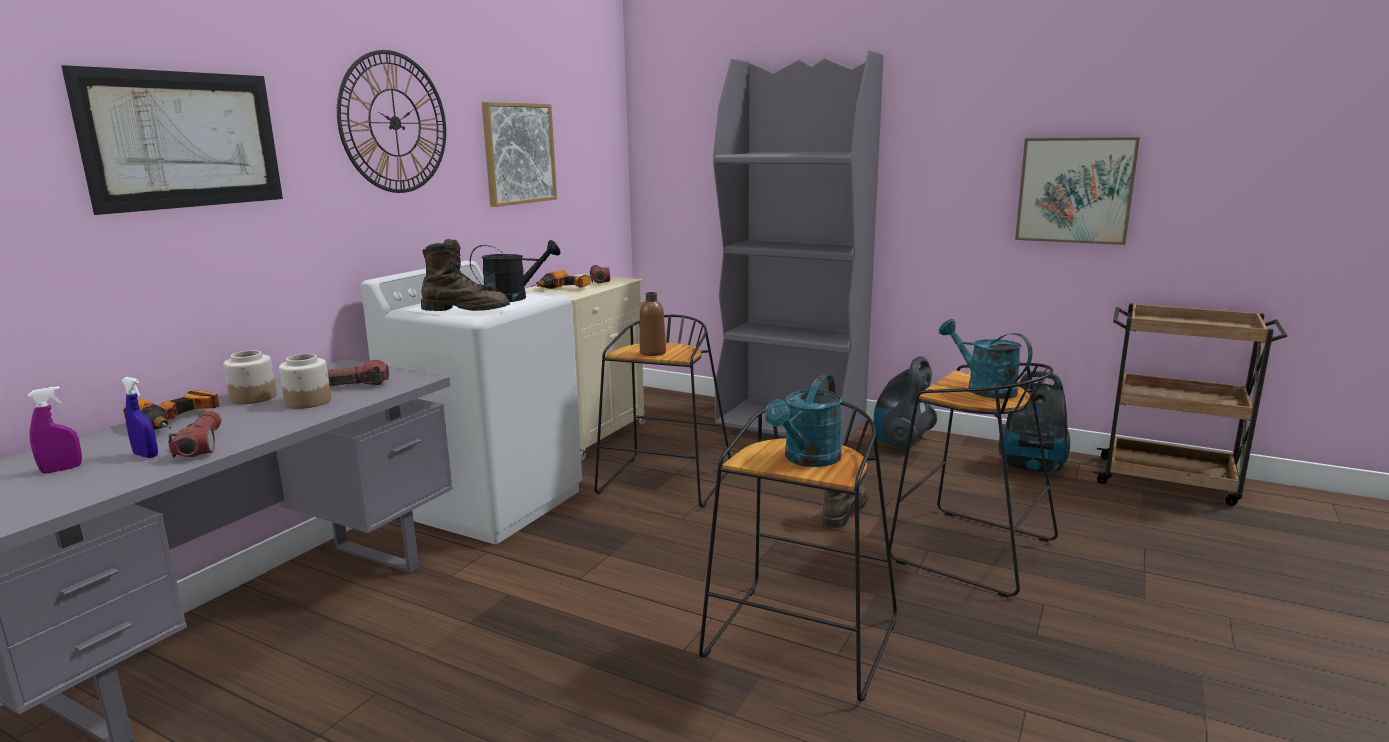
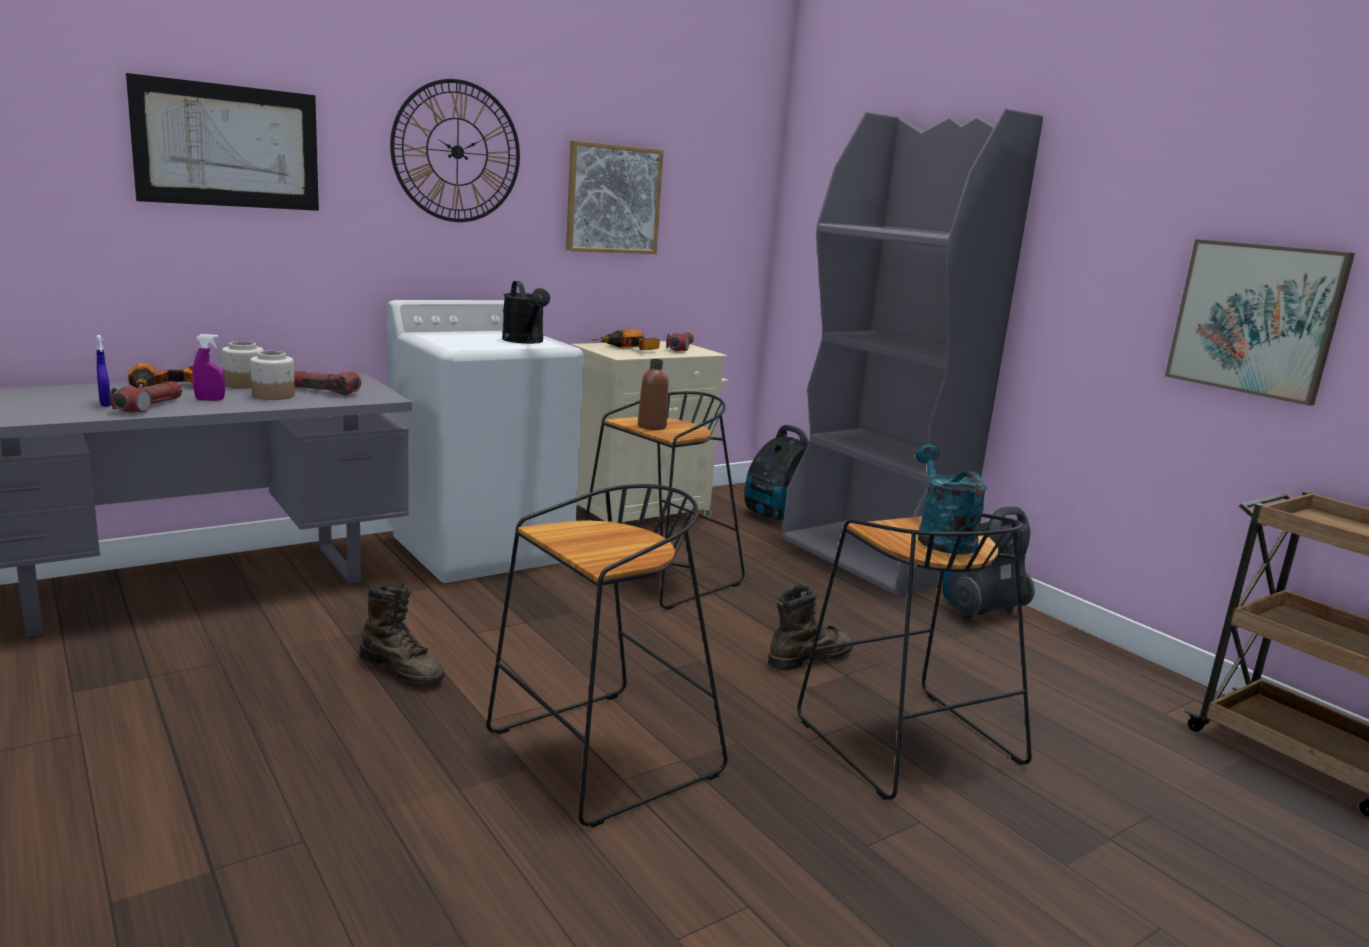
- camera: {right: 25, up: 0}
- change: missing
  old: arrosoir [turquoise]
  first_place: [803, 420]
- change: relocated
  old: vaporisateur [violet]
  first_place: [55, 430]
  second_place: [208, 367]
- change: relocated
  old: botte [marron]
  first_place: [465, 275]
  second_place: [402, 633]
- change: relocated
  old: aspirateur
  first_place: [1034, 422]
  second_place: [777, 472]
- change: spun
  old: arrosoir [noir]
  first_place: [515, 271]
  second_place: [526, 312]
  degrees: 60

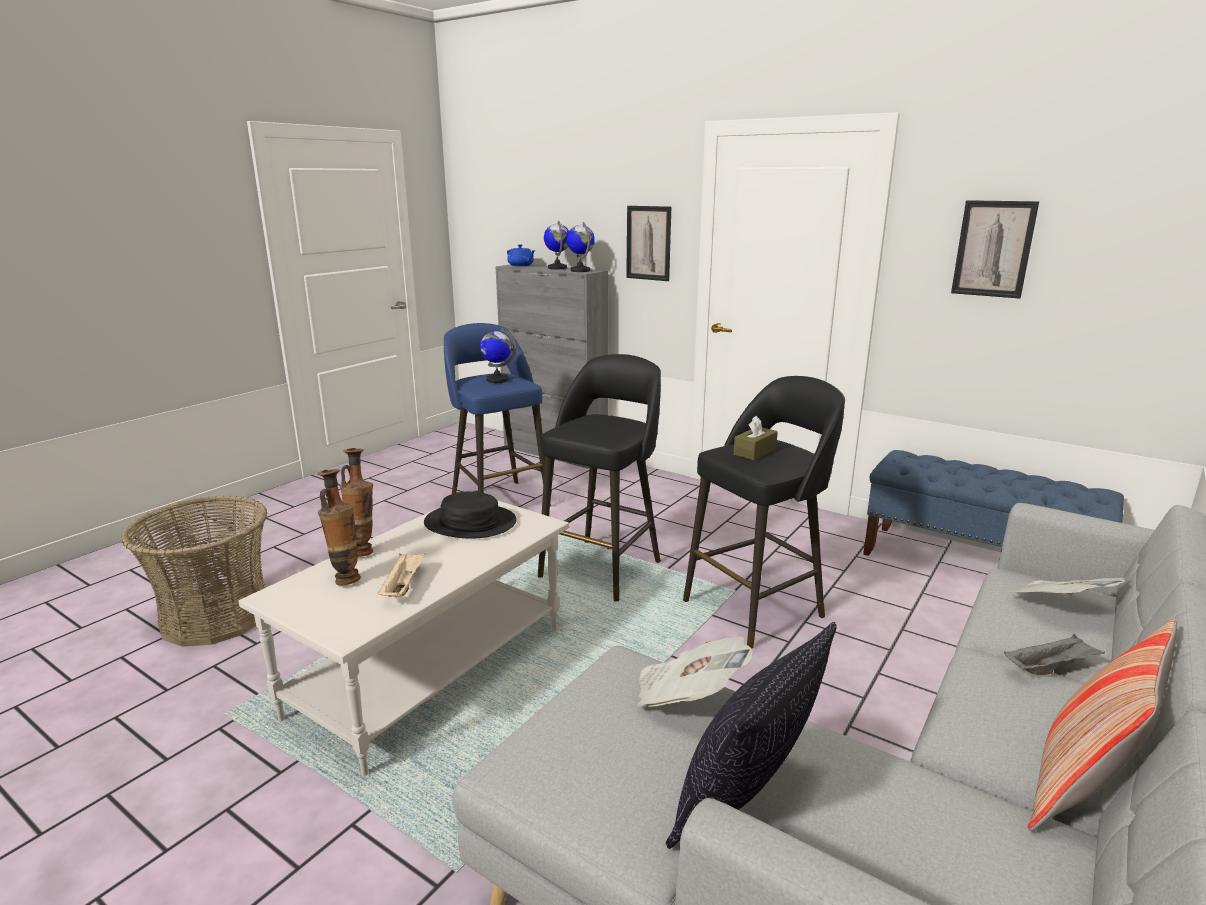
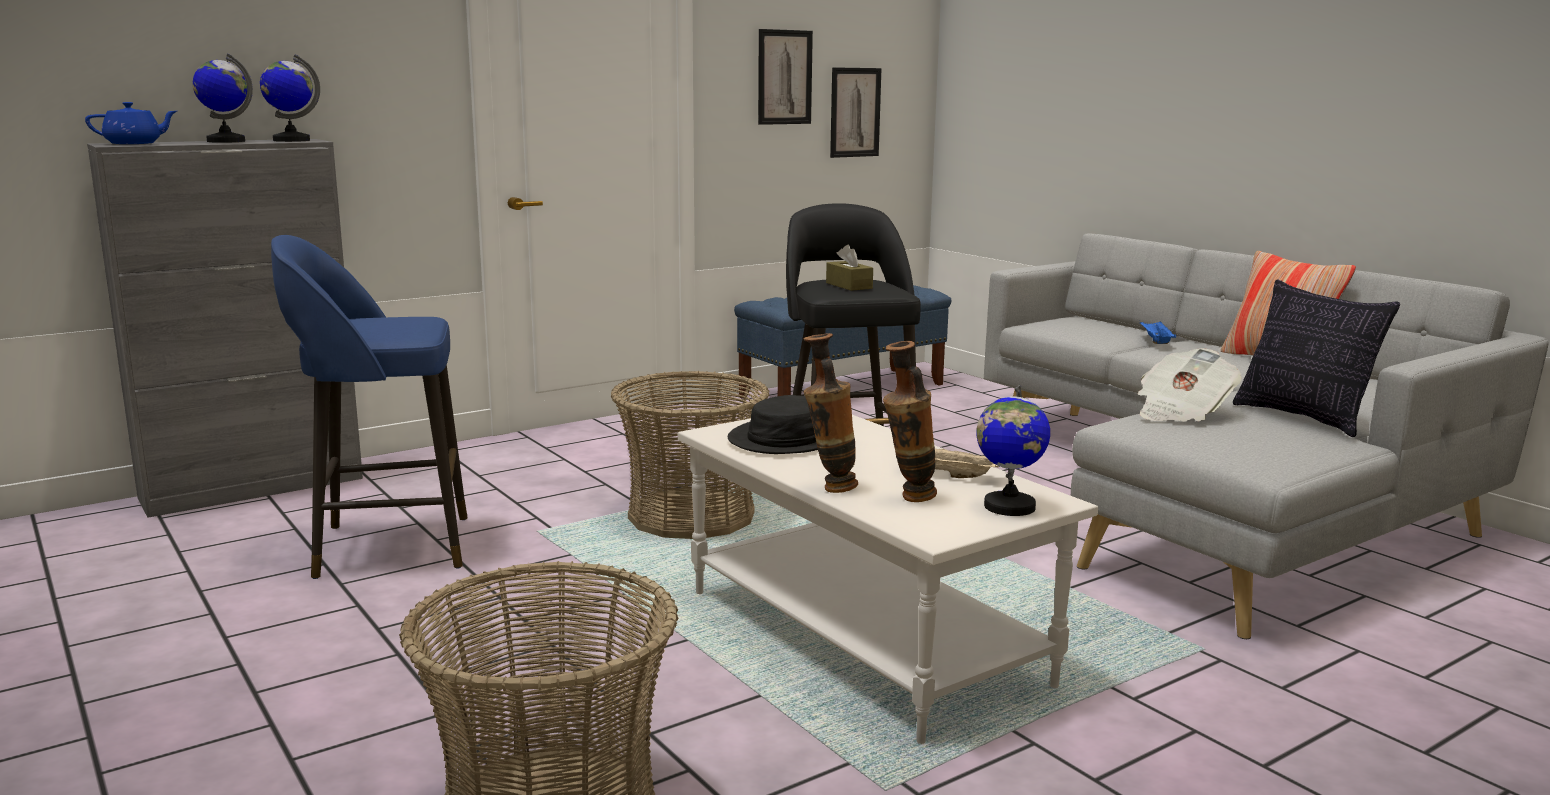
- camera: {right: -70, up: -5}
- change: missing
  old: journal
  first_place: [1068, 586]
- change: relocated
  old: globe
  first_place: [498, 355]
  second_place: [1013, 450]
- change: relocated
  old: tableau
  first_place: [648, 243]
  second_place: [856, 112]
- change: exchanged
  old: tabouret [noir]
  new: panier
  first_place: [599, 478]
  second_place: [690, 454]
- change: colour
  old: plateau [gris]
  new: plateau [bleu]
  first_place: [1054, 654]
  second_place: [1158, 332]

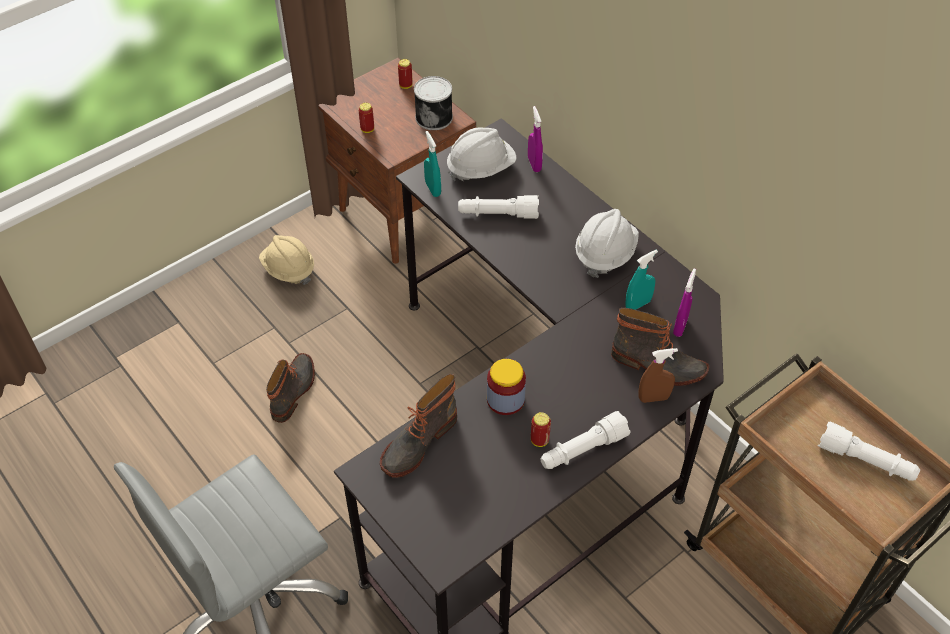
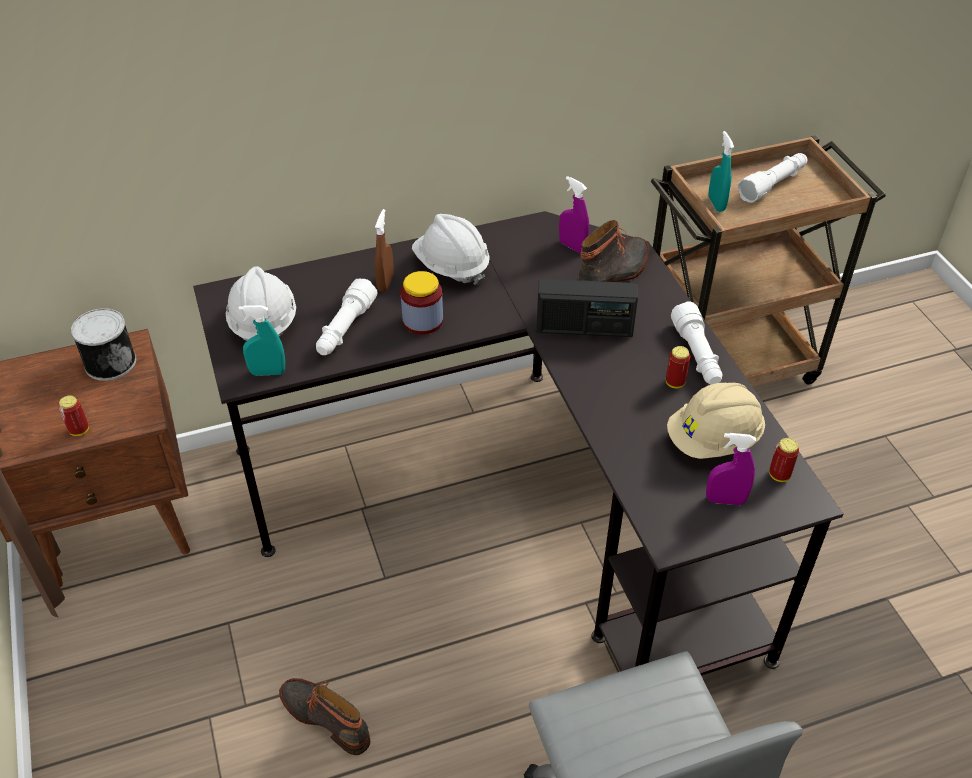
- camera: {right: -70, up: -5}
- change: missing
  old: botte
  first_place: [418, 426]
- change: appeared
  new: radio
  second_place: [587, 308]
- change: relocated
  old: casque de chantier [beige]
  first_place: [286, 260]
  second_place: [716, 421]
- change: relocated
  old: boîte métallique
  first_place: [405, 74]
  second_place: [784, 460]
- change: relocated
  old: bocal
  first_place: [506, 387]
  second_place: [422, 303]
- change: relocated
  old: vaporisateur [violet]
  first_place: [535, 139]
  second_place: [731, 469]
- change: relocated
  old: vaporisateur [turquoise]
  first_place: [641, 280]
  second_place: [721, 171]
- change: relocated
  old: vaporisateur [marron]
  first_place: [658, 375]
  second_place: [384, 250]

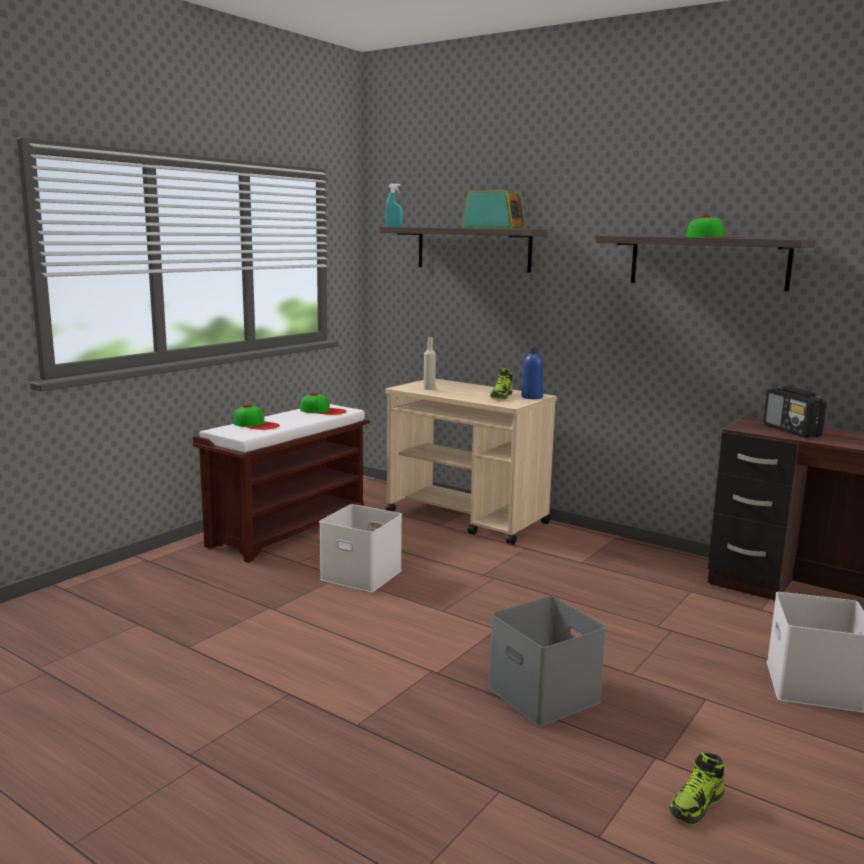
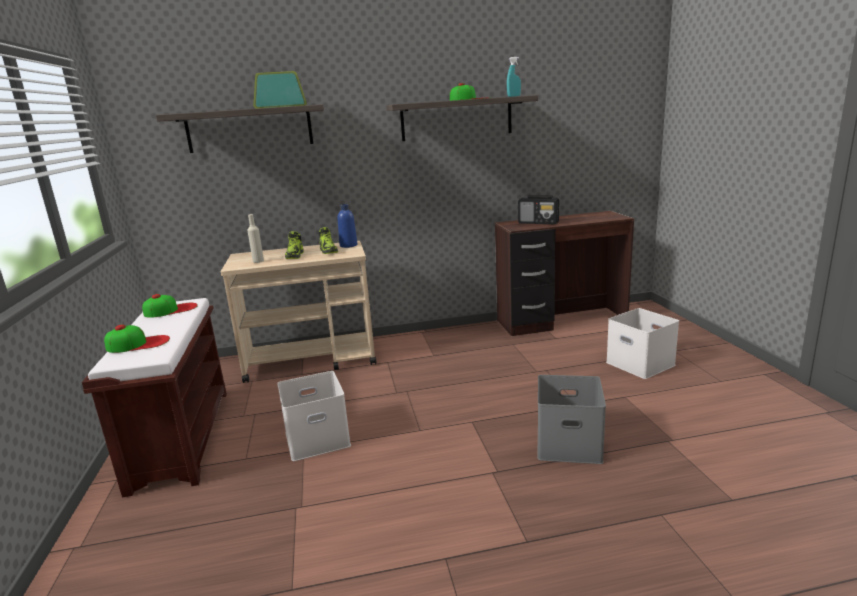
- camera: {right: -45, up: 5}
- change: relocated
  old: vaporisateur [turquoise]
  first_place: [394, 205]
  second_place: [514, 77]
- change: relocated
  old: chaussure
  first_place: [697, 788]
  second_place: [294, 245]

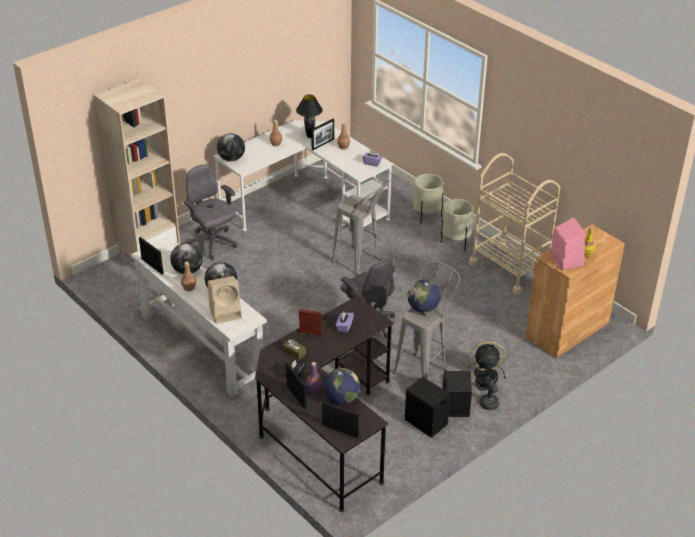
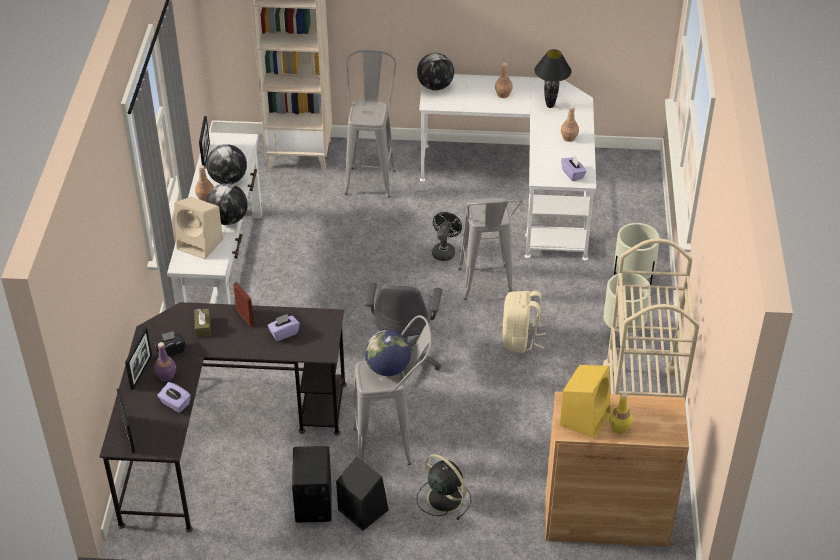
- camera: {right: 45, up: 5}
- change: missing
  old: cadre photo
  first_place: [322, 134]
- change: appeared
  new: sac à dos [beige]
  second_place: [524, 322]
- change: relocated
  old: ventilateur [noir]
  first_place: [487, 389]
  second_place: [447, 236]
- change: exchanged
  old: chaise de bureau [gris]
  new: tabouret [gris]
  first_place: [210, 212]
  second_place: [371, 124]
- change: exchanged
  old: globe
  new: boîte à mouchoirs [violet]
  first_place: [342, 386]
  second_place: [174, 397]
- change: colour
  old: enceinte [rose]
  new: enceinte [jaune]
  first_place: [567, 243]
  second_place: [585, 402]

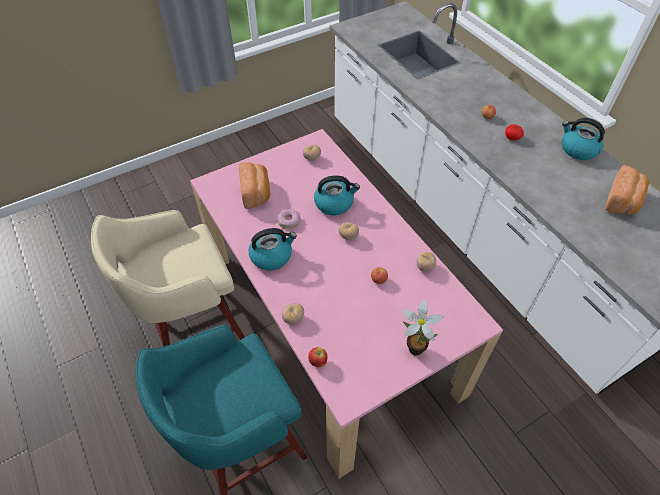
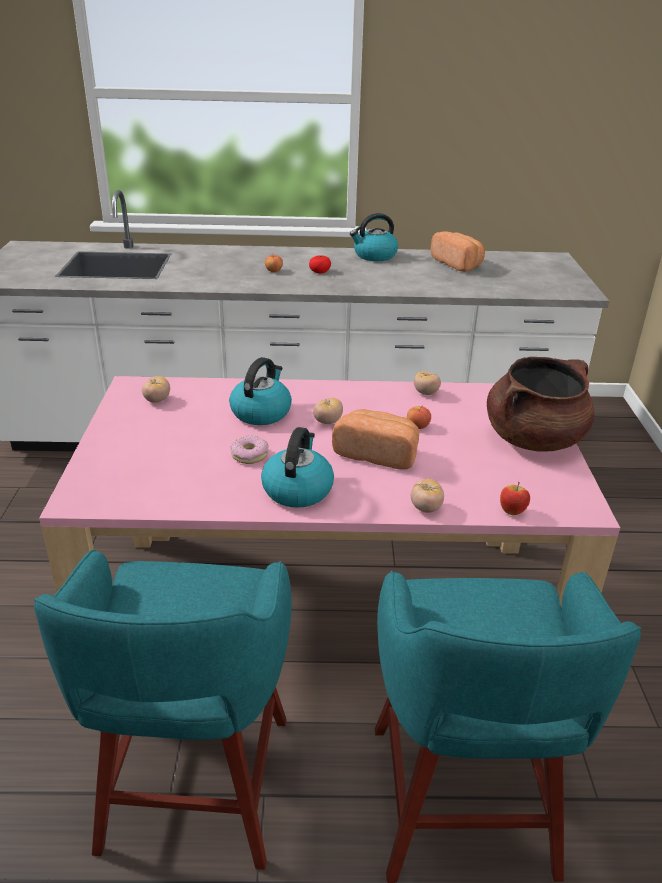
- camera: {right: -60, up: -20}
- change: relocated
  old: pain
  first_place: [254, 185]
  second_place: [375, 439]
- change: exchanged
  old: plante en pot
  new: marmite [marron]
  first_place: [422, 328]
  second_place: [540, 404]
- change: colour
  old: tabouret [beige]
  new: tabouret [turquoise]
  first_place: [168, 278]
  second_place: [163, 709]

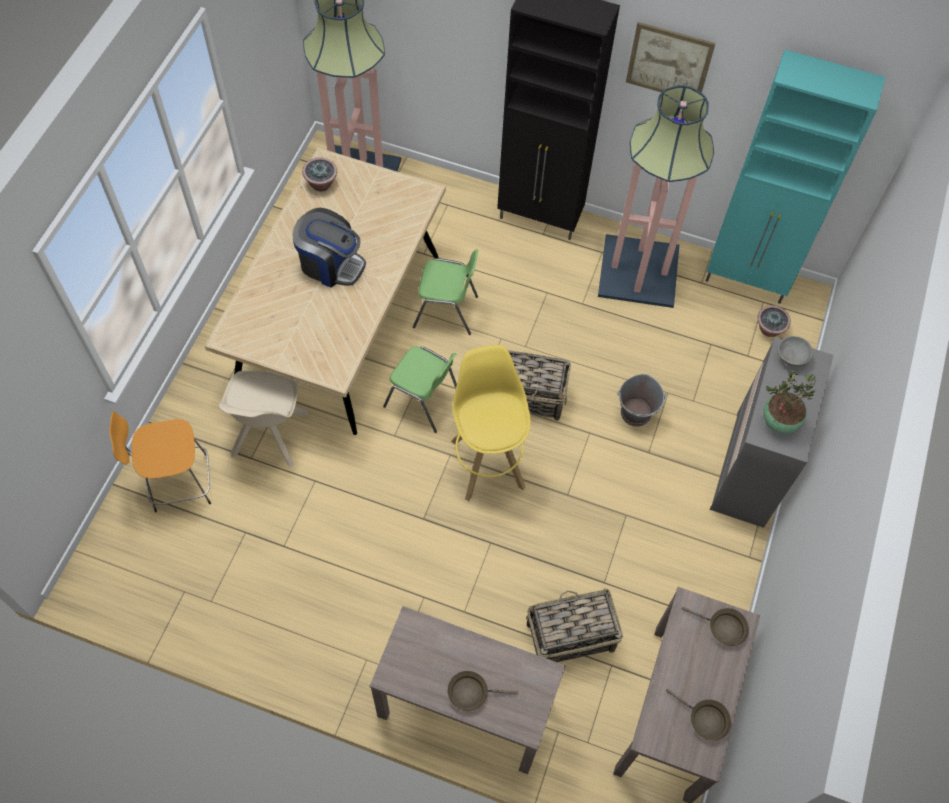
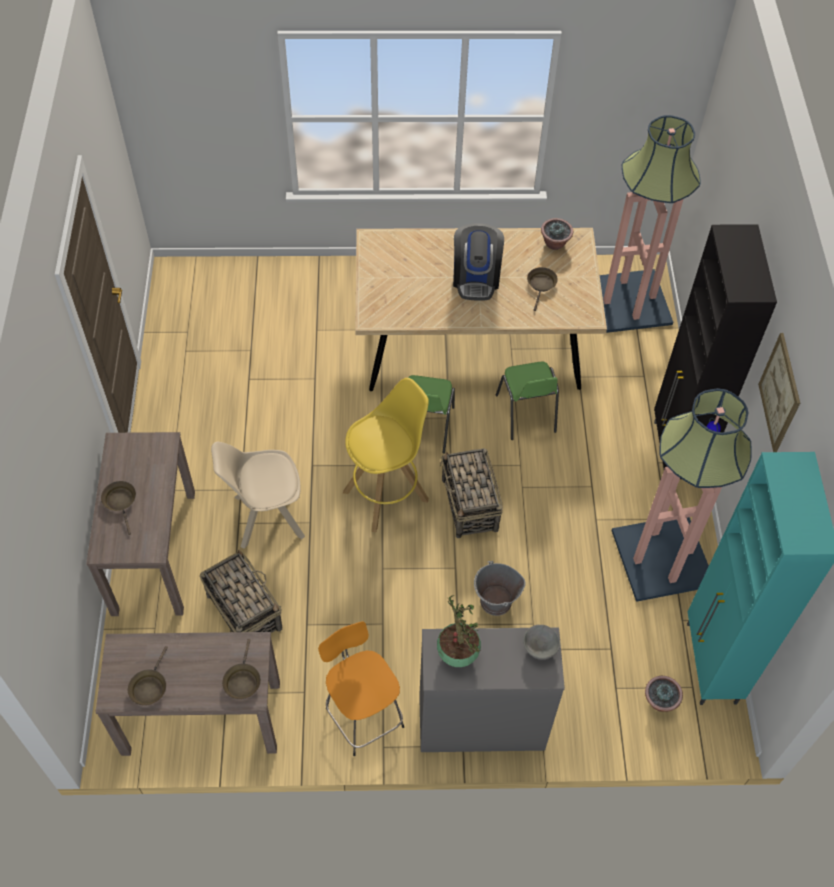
- camera: {right: 70, up: -5}
- change: appeared
  new: poêle [marron]
  second_place: [542, 289]
- change: relocated
  old: tabouret [orange]
  first_place: [160, 461]
  second_place: [361, 688]
- change: relocated
  old: chaise [beige]
  first_place: [263, 419]
  second_place: [258, 495]

